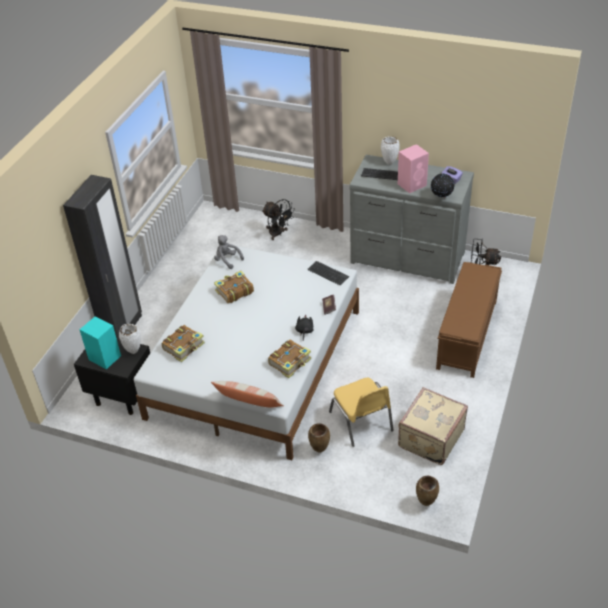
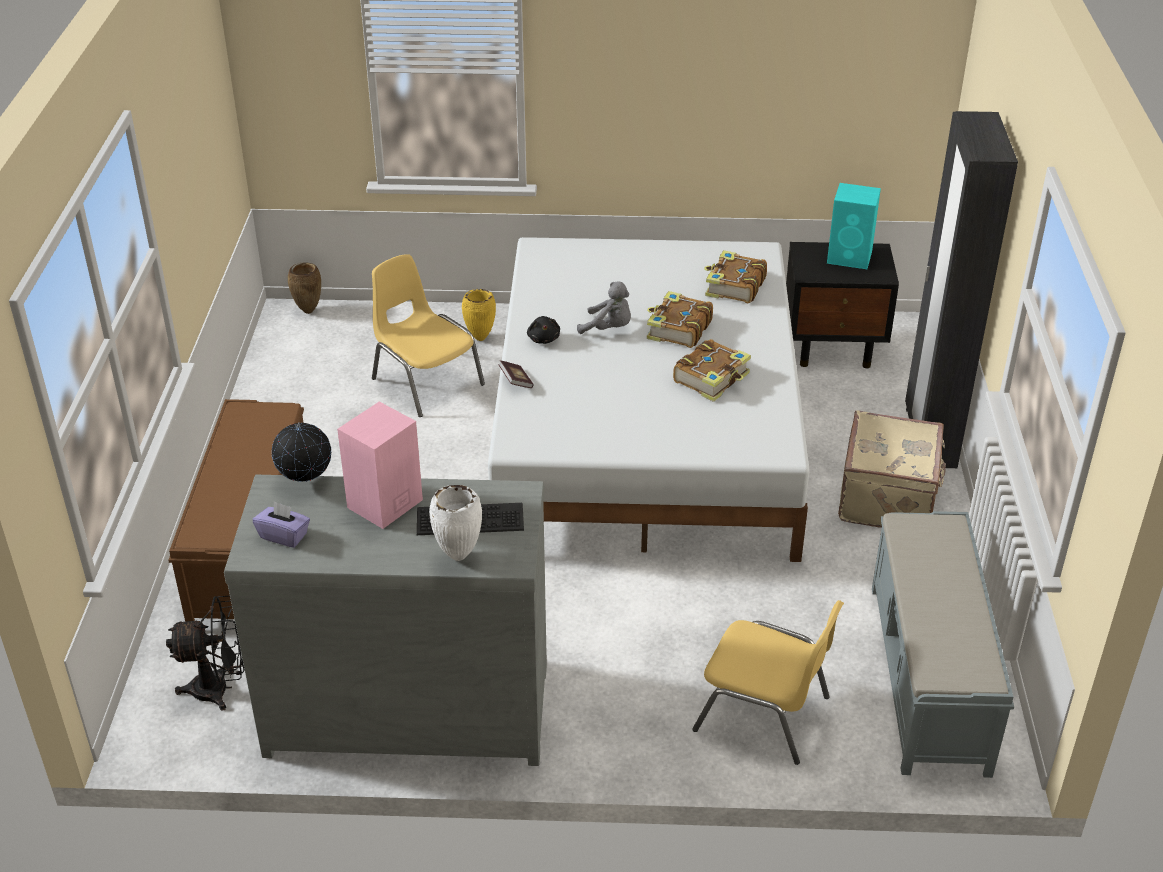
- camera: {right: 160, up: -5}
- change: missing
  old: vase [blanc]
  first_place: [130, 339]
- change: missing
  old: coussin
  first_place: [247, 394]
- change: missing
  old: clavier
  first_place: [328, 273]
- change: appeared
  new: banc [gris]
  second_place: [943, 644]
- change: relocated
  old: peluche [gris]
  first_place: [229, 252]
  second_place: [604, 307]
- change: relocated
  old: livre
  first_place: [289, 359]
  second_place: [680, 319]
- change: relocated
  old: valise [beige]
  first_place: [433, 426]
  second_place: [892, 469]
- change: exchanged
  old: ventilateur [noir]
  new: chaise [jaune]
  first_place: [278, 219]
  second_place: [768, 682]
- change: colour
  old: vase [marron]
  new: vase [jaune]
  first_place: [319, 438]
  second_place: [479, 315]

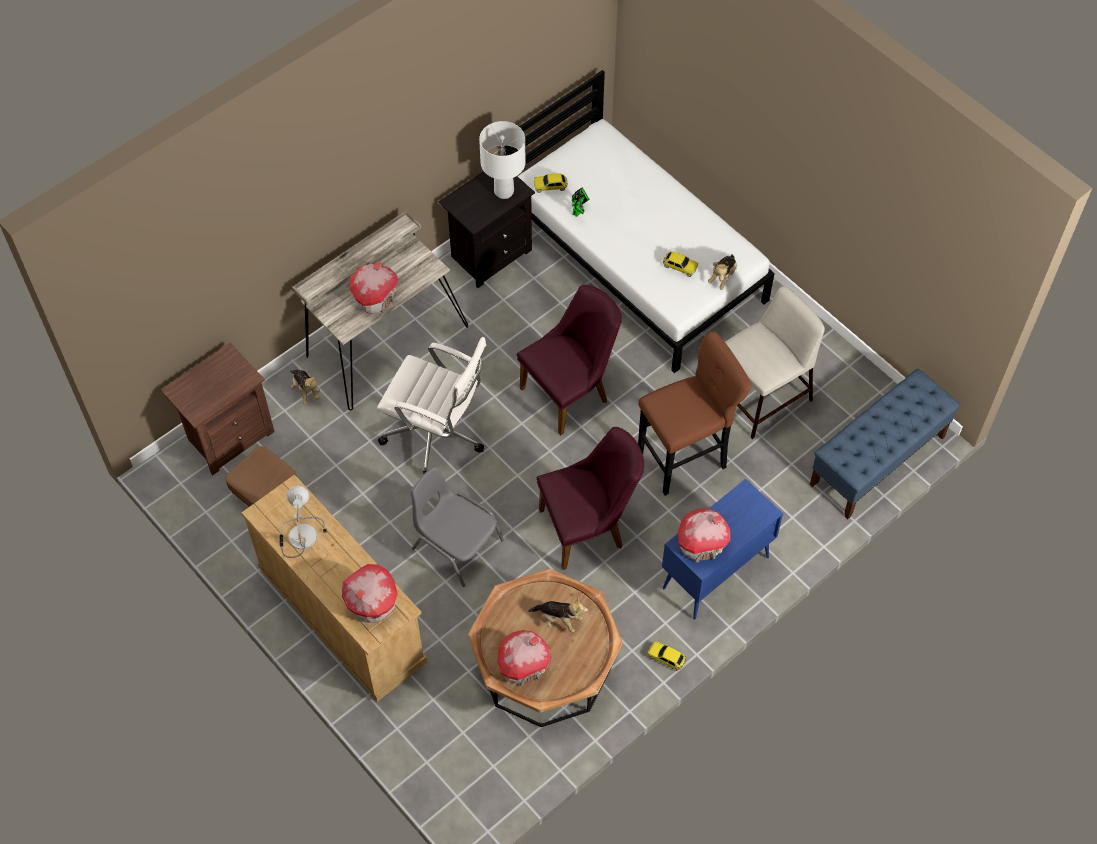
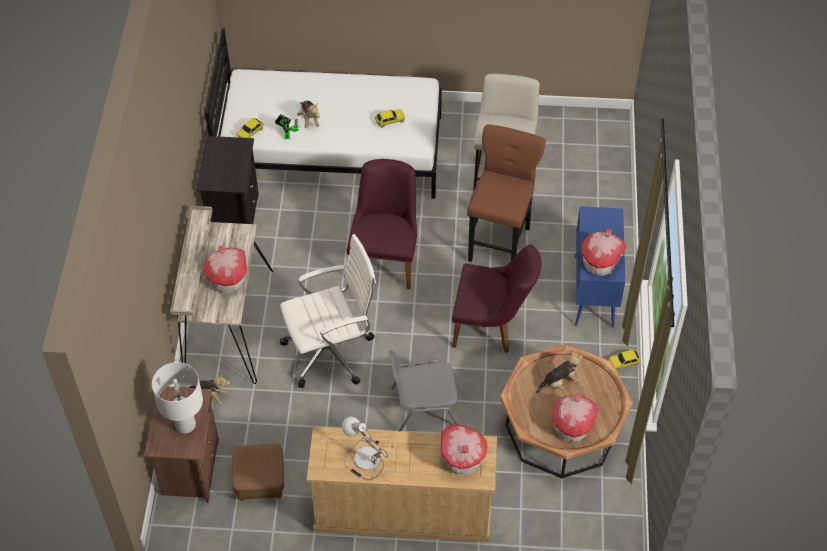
- camera: {right: -45, up: -5}
- change: missing
  old: banc [bleu]
  first_place: [885, 444]
- change: relocated
  old: lampe de table [blanc]
  first_place: [502, 160]
  second_place: [177, 398]
- change: relocated
  old: peluche
  first_place: [722, 272]
  second_place: [308, 114]
- change: spun
  old: chaise [violet]
  first_place: [590, 498]
  second_place: [497, 298]
  degrees: 75

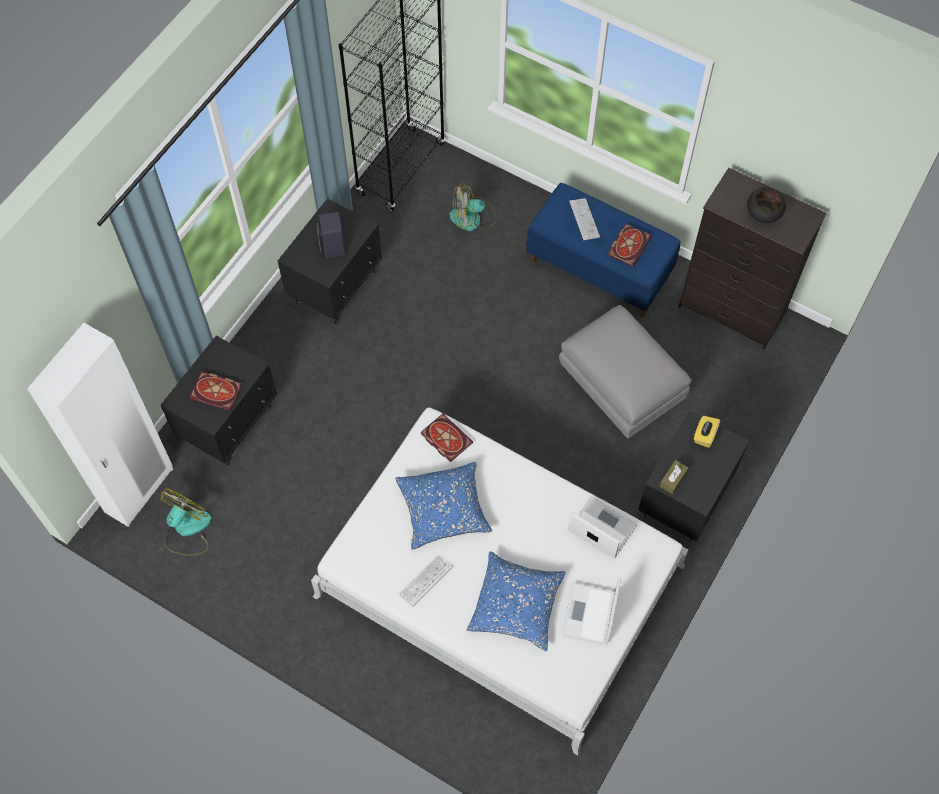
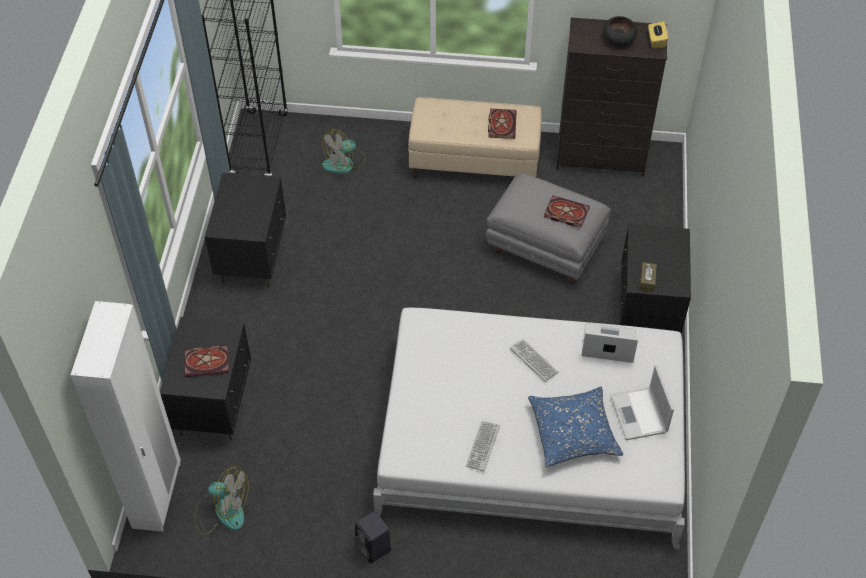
- camera: {right: -25, up: -10}
- change: missing
  old: coussin [bleu]
  first_place: [443, 506]
- change: relocated
  old: enceinte [noir]
  first_place: [331, 235]
  second_place: [372, 537]
- change: relocated
  old: livre
  first_place: [447, 437]
  second_place: [567, 211]
- change: relocated
  old: clavier
  first_place: [584, 219]
  second_place: [534, 360]
- change: relocated
  old: boîte à mouchoirs [jaune]
  first_place: [706, 432]
  second_place: [658, 34]
- change: colour
  old: banc [bleu]
  new: banc [beige]
  first_place: [603, 250]
  second_place: [475, 138]
- change: spun
  old: ventilateur
  first_place: [185, 522]
  second_place: [221, 500]
  degrees: 105

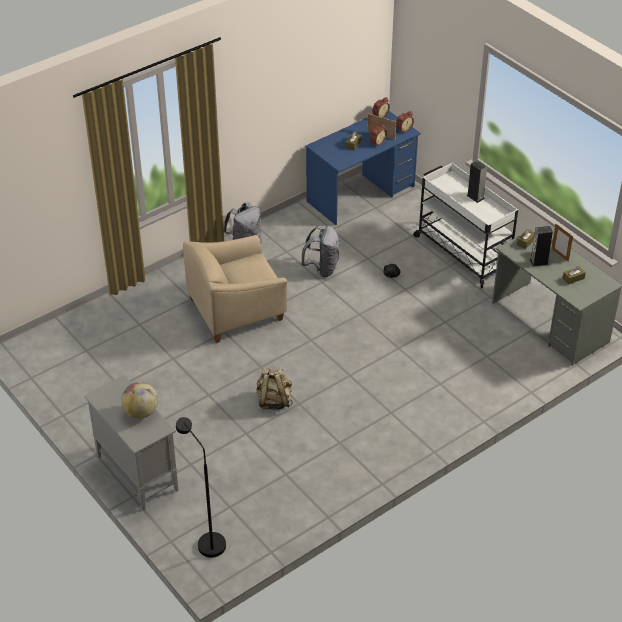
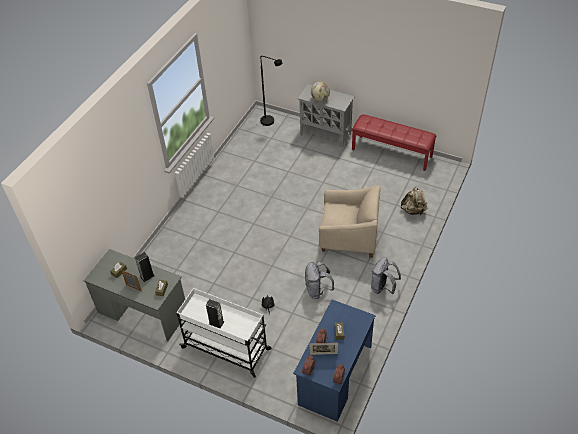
- camera: {right: 155, up: 5}
- change: appeared
  new: banc [rouge]
  second_place: [394, 142]
- change: relocated
  old: sac à dos [beige]
  first_place: [274, 389]
  second_place: [414, 200]
- change: spun
  old: fauteuil [beige]
  first_place: [235, 289]
  second_place: [350, 222]
  degrees: 60

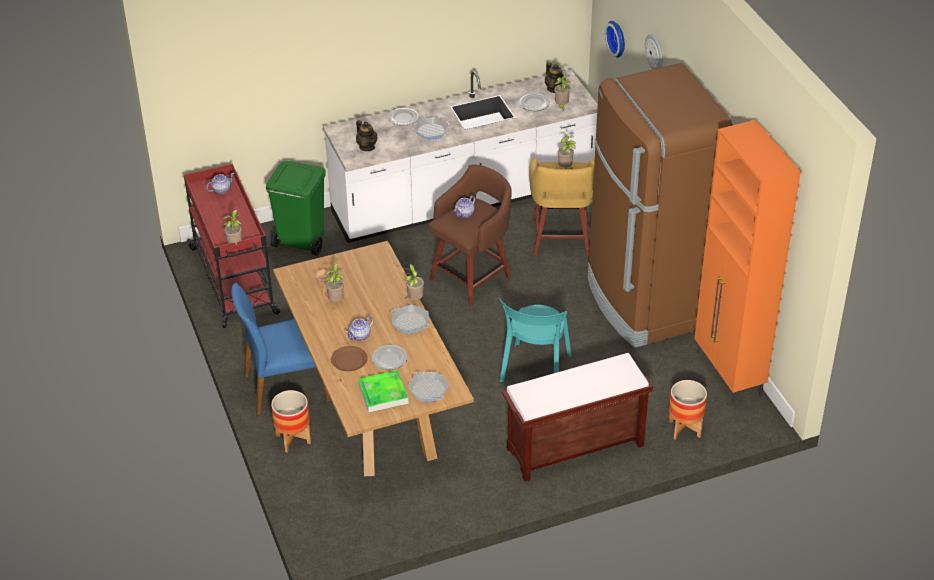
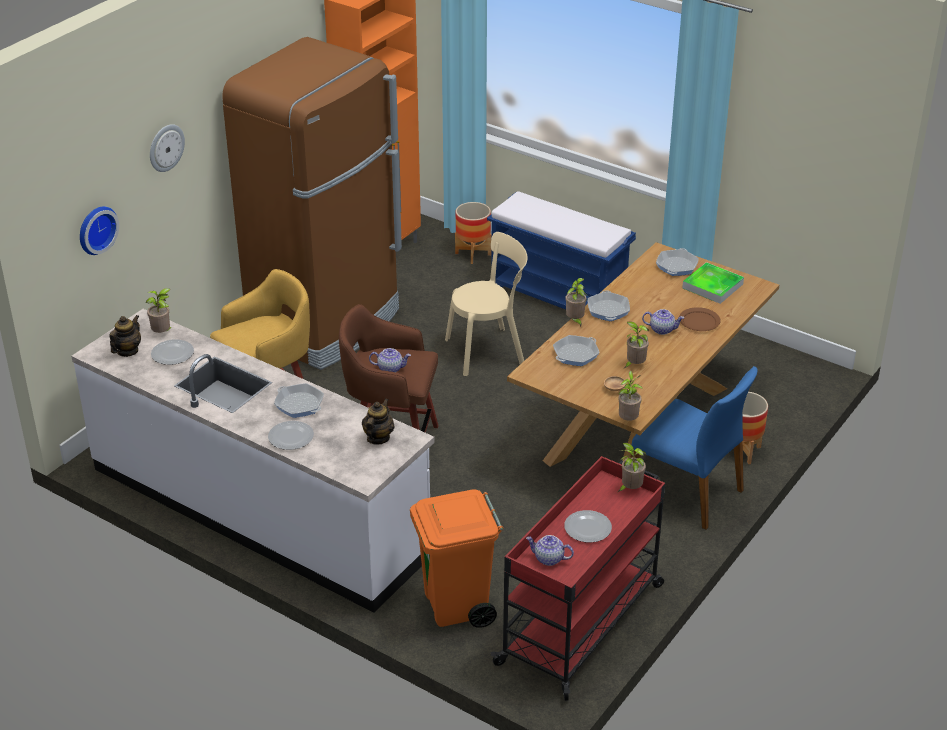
- camera: {right: -125, up: -5}
- change: appeared
  new: poêle
  second_place: [576, 350]
- change: relocated
  old: assiette
  first_place: [390, 357]
  second_place: [588, 526]
- change: relocated
  old: plante en pot
  first_place: [567, 152]
  second_place: [630, 396]
- change: colour
  old: poubelle [vert]
  new: poubelle [orange]
  first_place: [296, 208]
  second_place: [456, 558]
- change: colour
  old: chaise [turquoise]
  new: chaise [beige]
  first_place: [535, 340]
  second_place: [486, 304]
- change: colour
  old: banc [marron]
  new: banc [bleu]
  first_place: [577, 417]
  second_place: [561, 250]

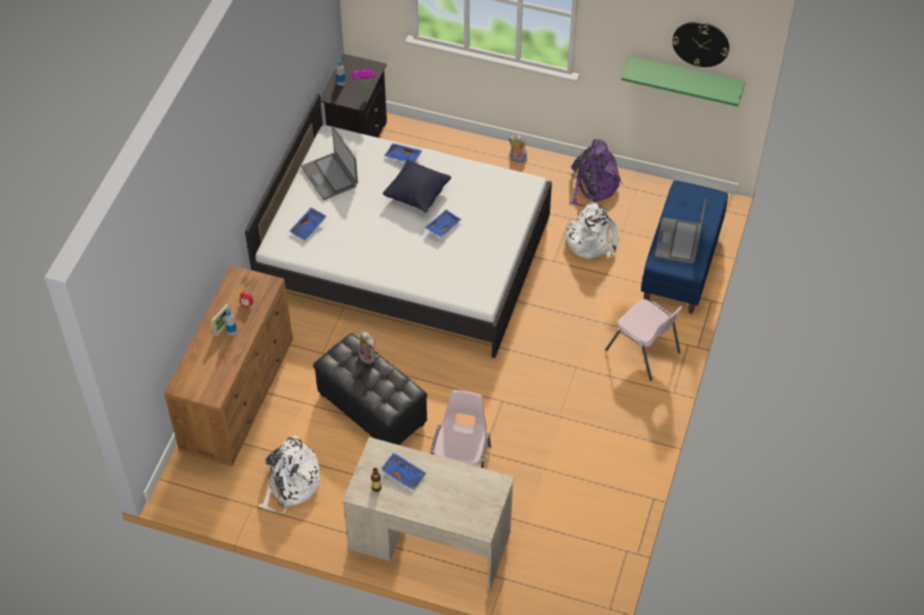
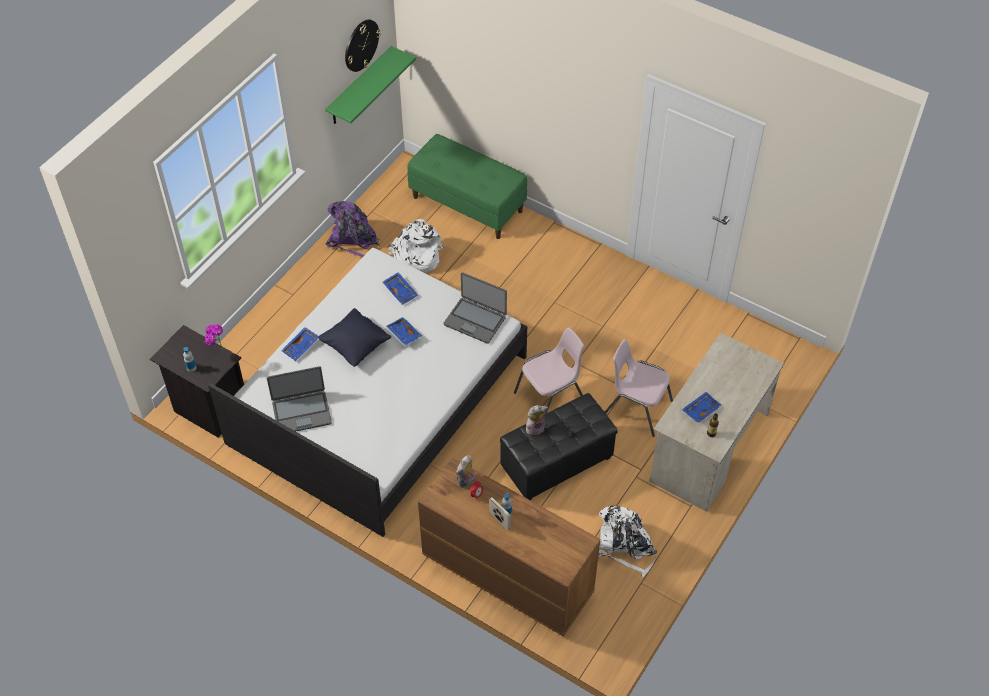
- camera: {right: -75, up: 0}
- change: relocated
  old: plateau [bleu]
  first_place: [308, 223]
  second_place: [400, 288]
- change: relocated
  old: peluche
  first_place: [517, 149]
  second_place: [465, 471]
- change: relocated
  old: chaise [rose]
  first_place: [644, 340]
  second_place: [549, 370]
- change: relocated
  old: ordinateur portable
  first_place: [681, 231]
  second_place: [475, 308]
- change: colour
  old: banc [bleu]
  new: banc [vert]
  first_place: [684, 247]
  second_place: [467, 186]

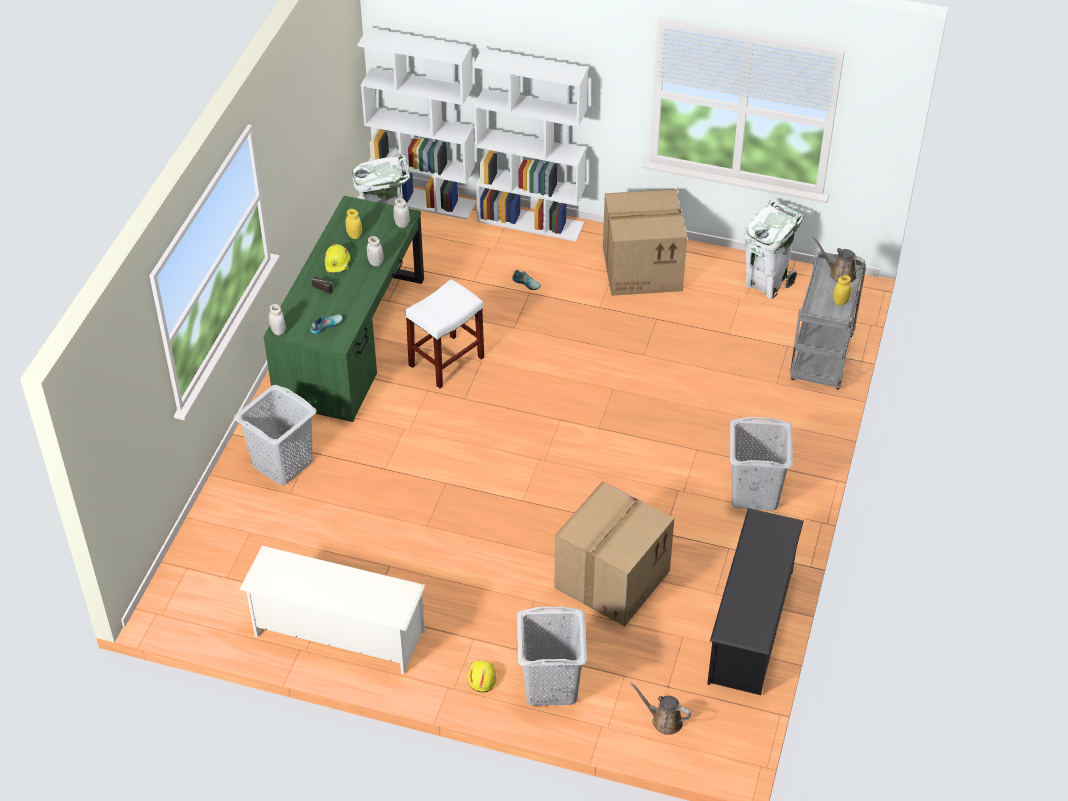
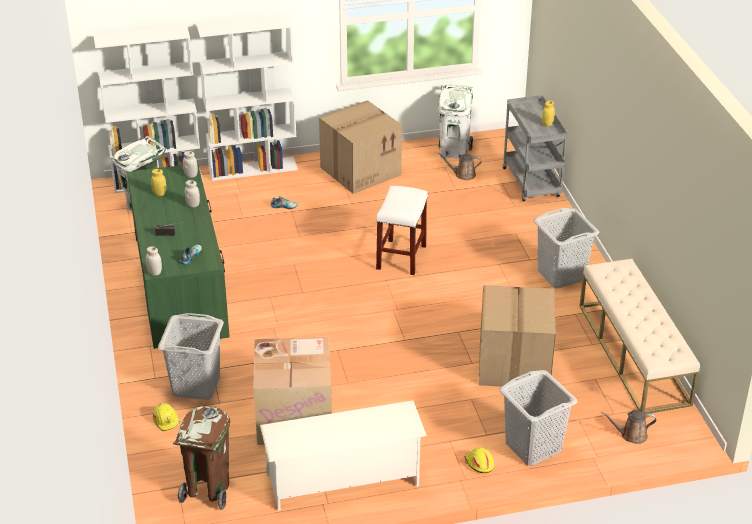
- camera: {right: -30, up: -10}
- change: appeared
  new: poubelle [marron]
  second_place: [201, 458]
- change: appeared
  new: carton
  second_place: [292, 390]
- change: relocated
  old: casque de chantier [jaune]
  first_place: [337, 258]
  second_place: [166, 417]
- change: relocated
  old: tabouret [blanc]
  first_place: [444, 334]
  second_place: [402, 231]
- change: relocated
  old: arrosoir [marron]
  first_place: [839, 260]
  second_place: [460, 166]
- change: exchanged
  old: étagère à chaussures [noir]
  new: banc [beige]
  first_place: [755, 601]
  second_place: [640, 336]

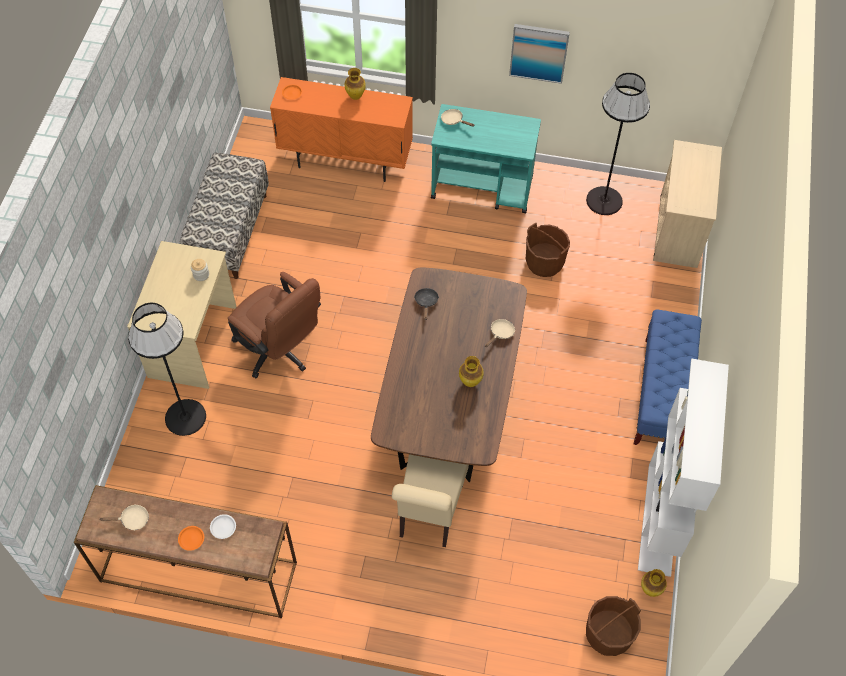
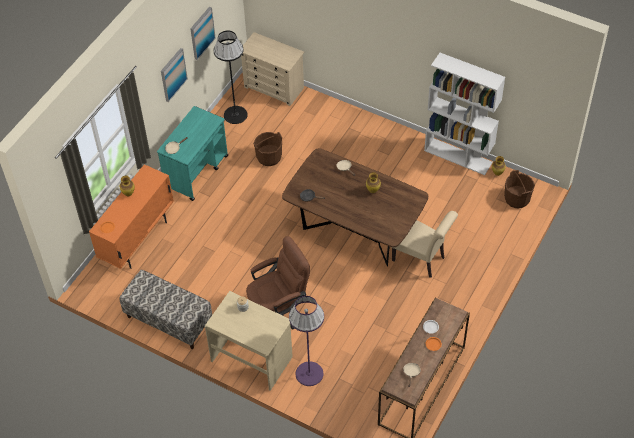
- camera: {right: -70, up: -5}
- change: missing
  old: banc [bleu]
  first_place: [668, 377]
- change: appeared
  new: tableau
  second_place: [203, 33]
- change: colour
  old: lampadaire [noir]
  new: lampadaire [violet]
  first_place: [167, 369]
  second_place: [306, 341]

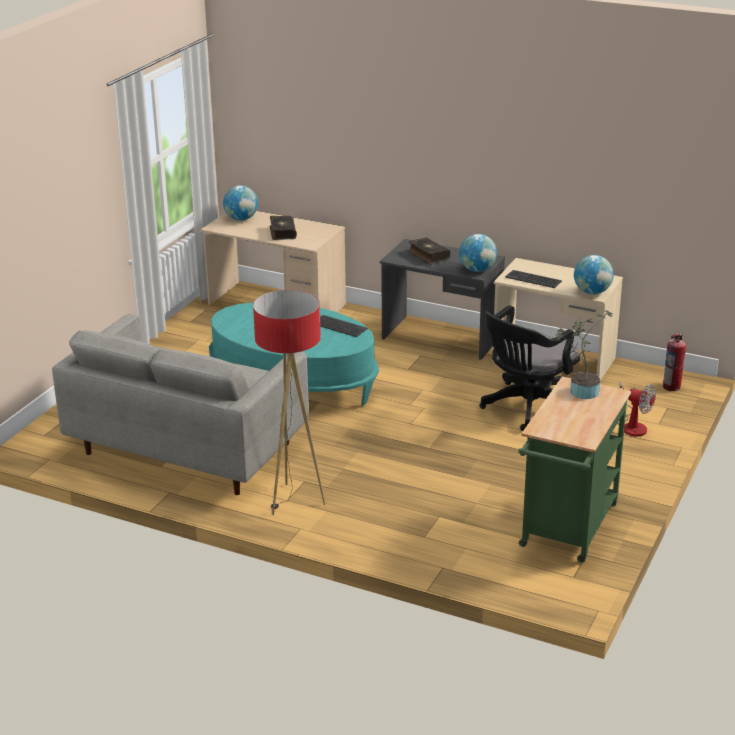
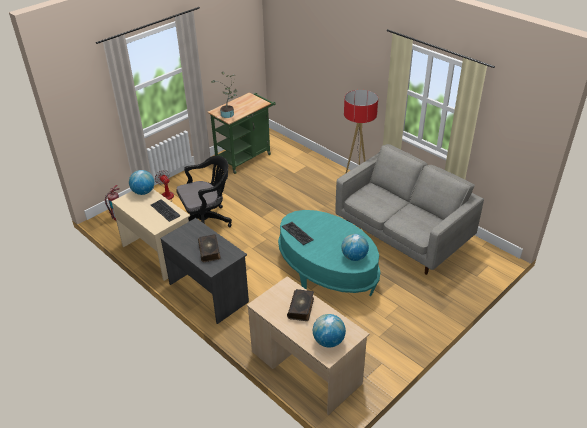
- camera: {right: -160, up: 10}
- change: relocated
  old: globe
  first_place: [478, 253]
  second_place: [355, 247]

